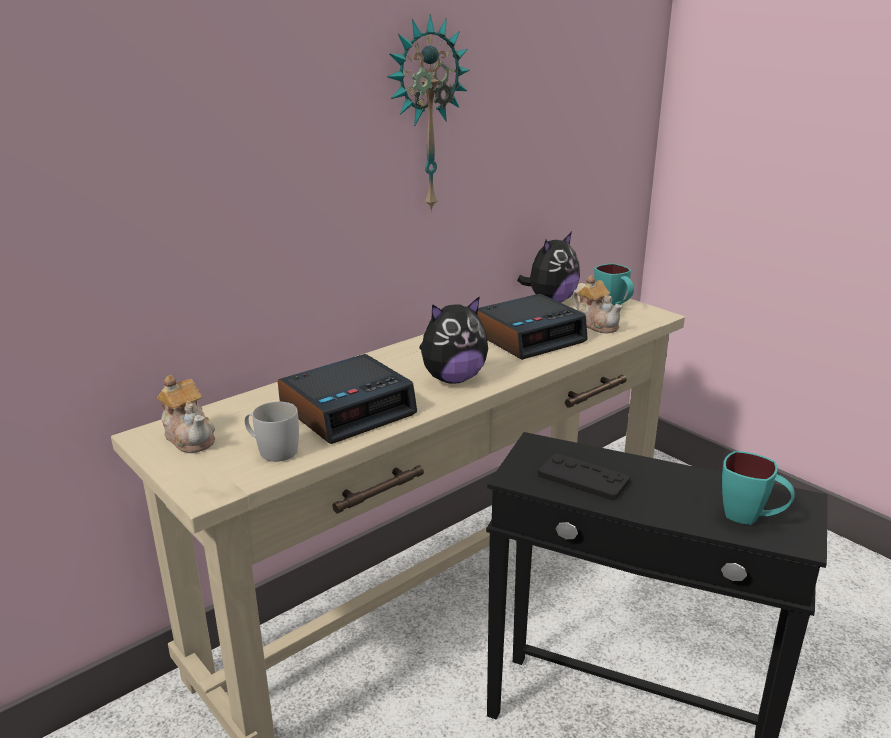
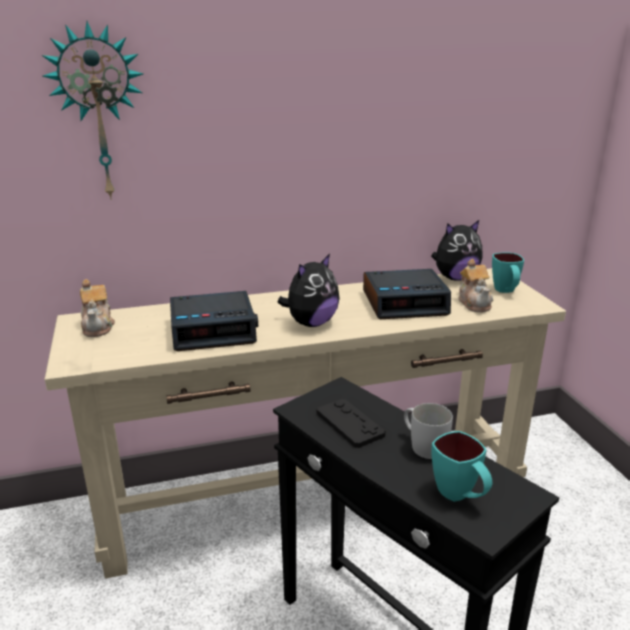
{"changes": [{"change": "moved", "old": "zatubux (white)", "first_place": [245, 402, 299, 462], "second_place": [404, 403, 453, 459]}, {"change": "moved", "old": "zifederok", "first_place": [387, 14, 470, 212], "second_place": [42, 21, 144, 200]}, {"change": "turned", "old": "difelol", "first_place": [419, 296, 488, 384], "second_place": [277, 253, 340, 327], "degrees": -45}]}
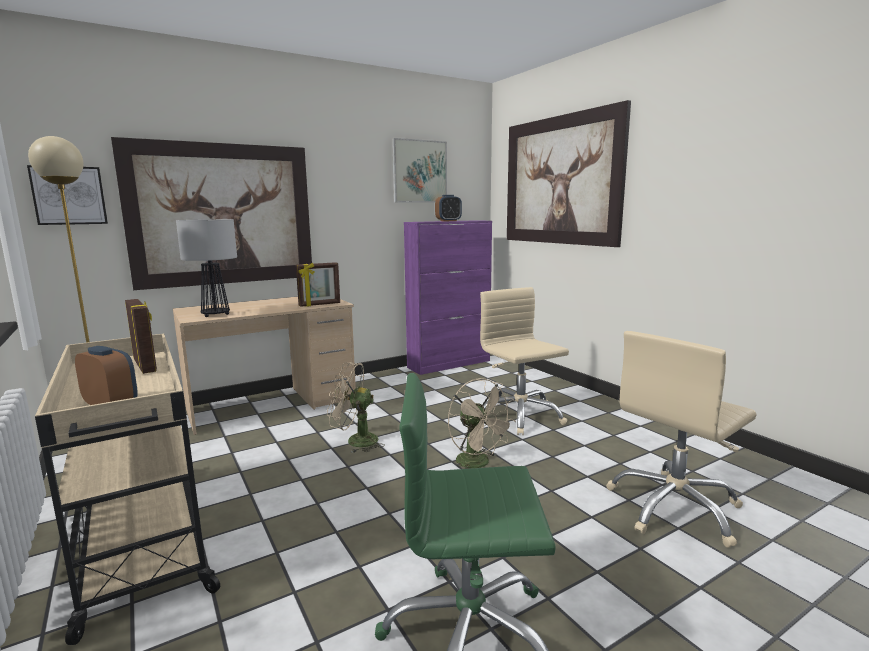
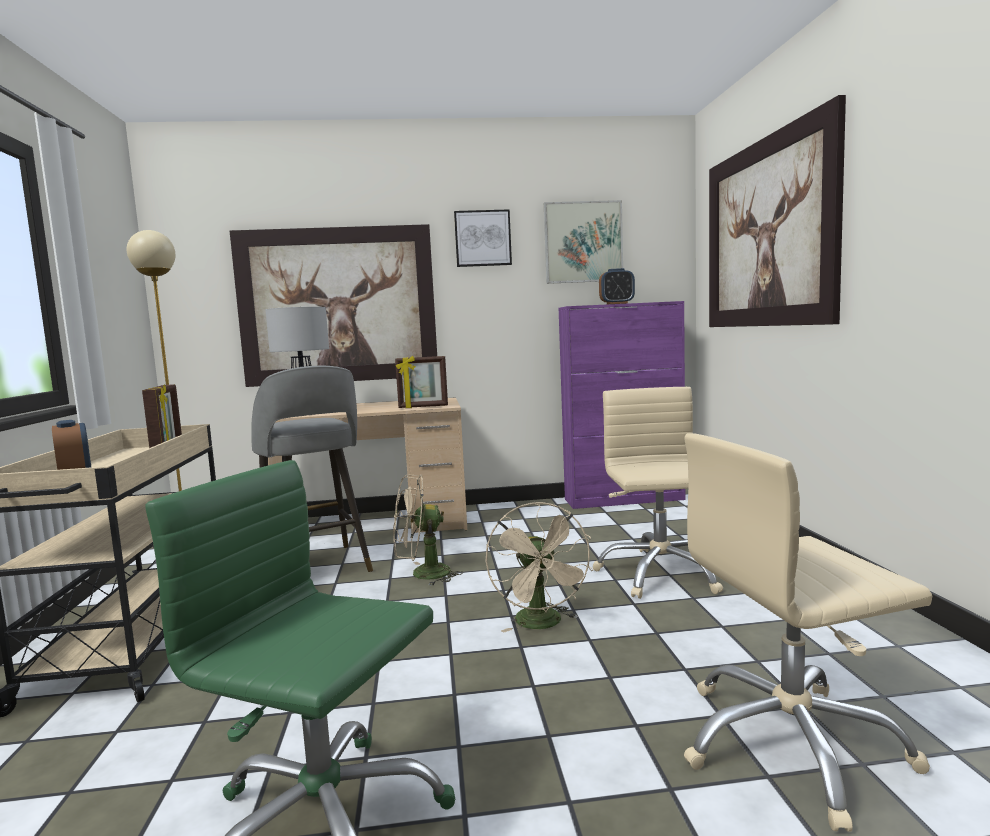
{"changes": [{"change": "moved", "old": "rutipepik", "first_place": [27, 165, 108, 225], "second_place": [454, 209, 512, 267]}, {"change": "turned", "old": "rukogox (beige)", "first_place": [327, 362, 385, 453], "second_place": [393, 474, 463, 586], "degrees": -45}, {"change": "added", "new": "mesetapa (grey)", "second_place": [251, 366, 373, 572]}]}
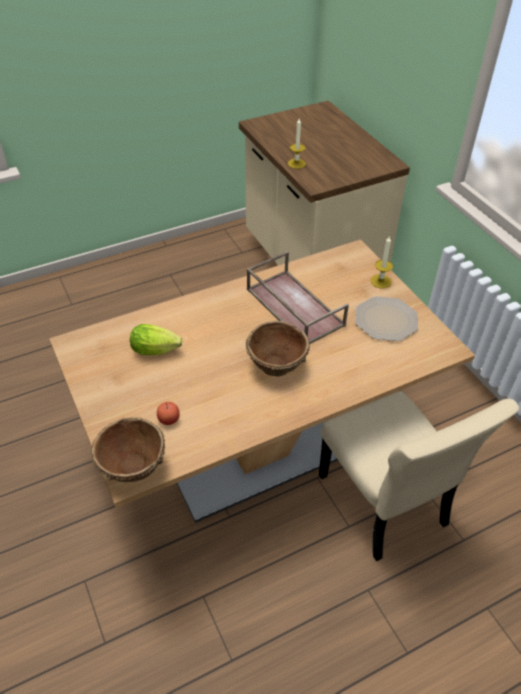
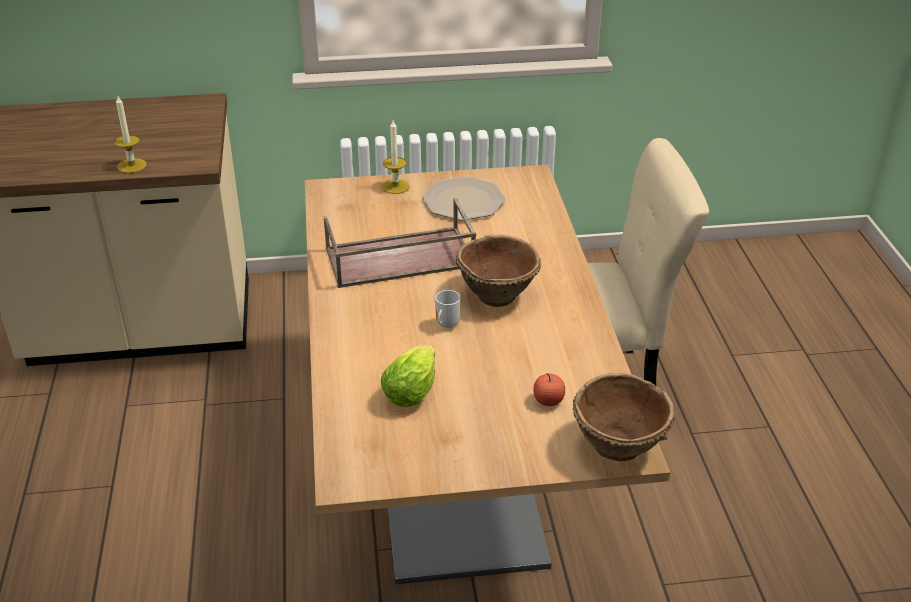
{"changes": [{"change": "added", "new": "zatubux", "second_place": [435, 290, 460, 328]}]}
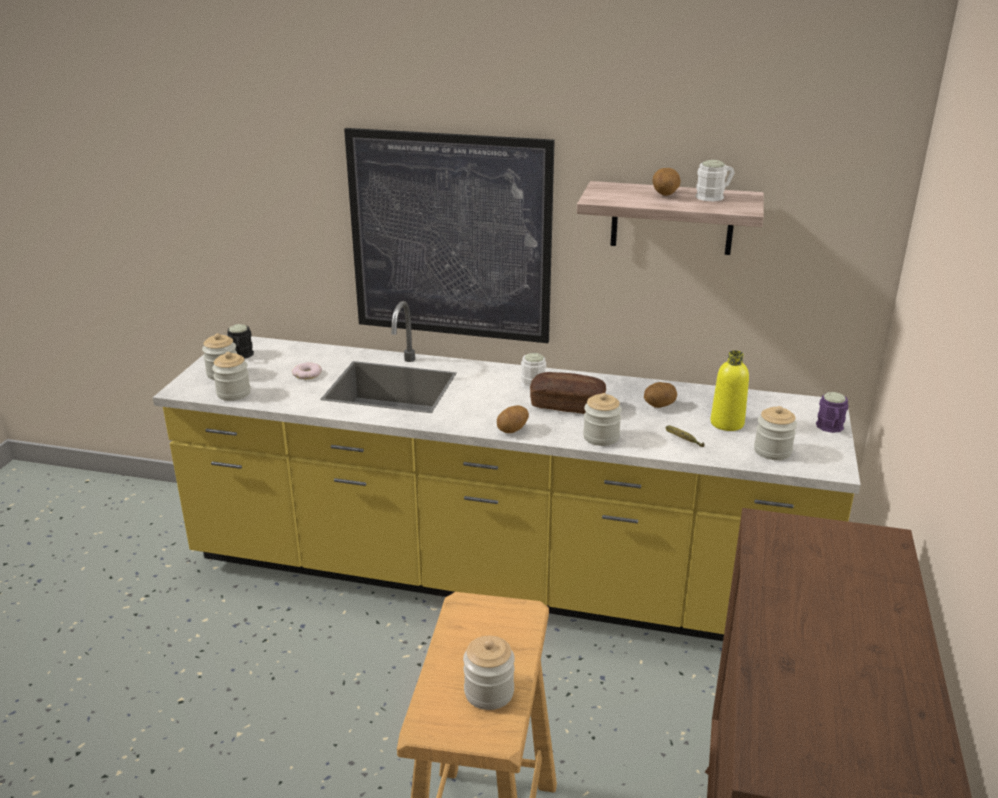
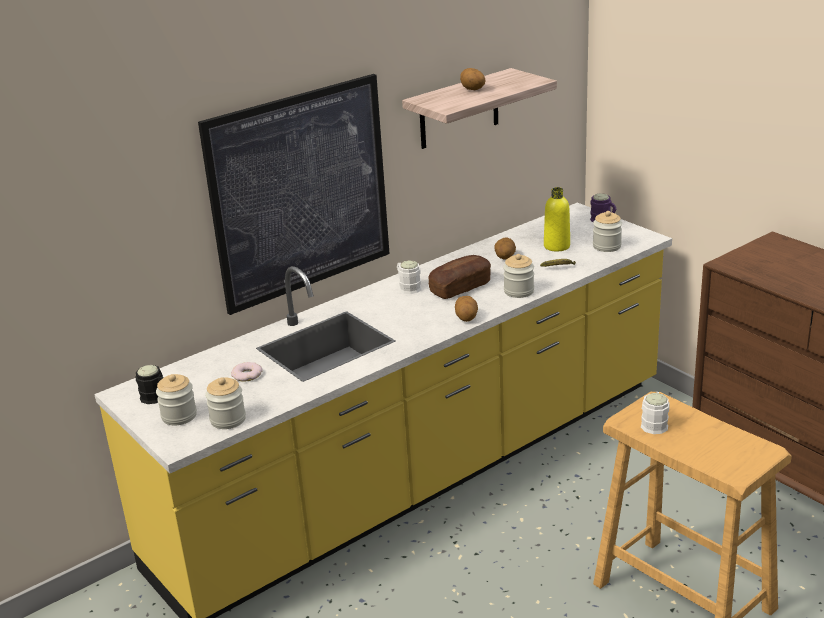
{"changes": [{"change": "removed", "old": "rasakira", "first_place": [463, 636, 515, 710]}, {"change": "moved", "old": "zatubux (white)", "first_place": [695, 160, 735, 201], "second_place": [641, 392, 670, 434]}]}
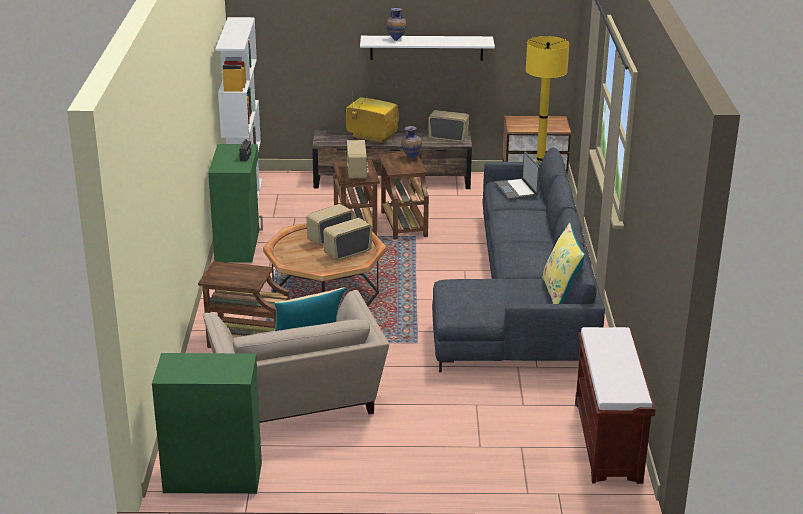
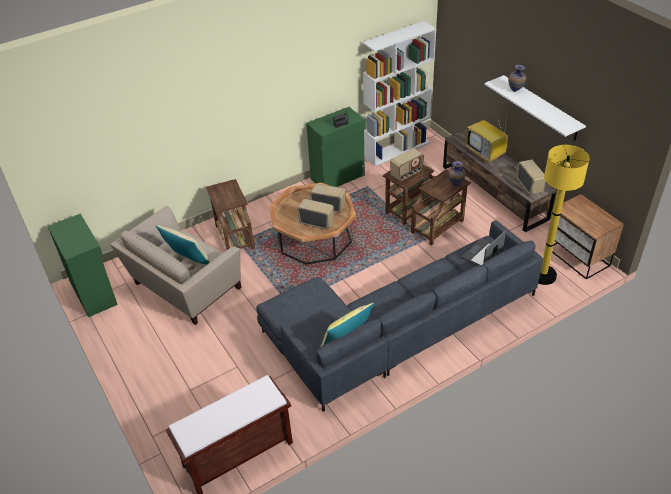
{"changes": [{"change": "turned", "old": "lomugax", "first_place": [346, 95, 399, 144], "second_place": [465, 120, 508, 163], "degrees": 150}]}
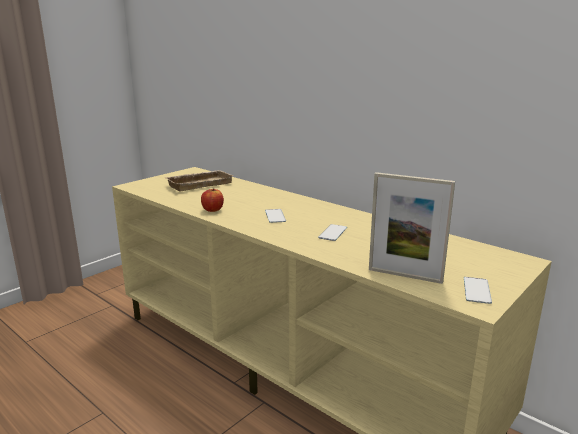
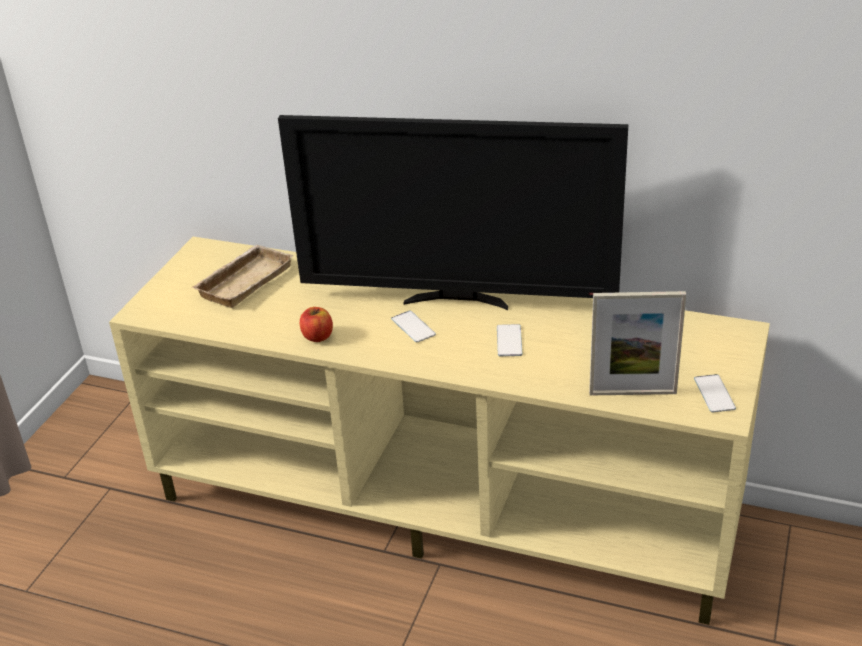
{"changes": [{"change": "added", "new": "lomugax", "second_place": [278, 115, 628, 310]}]}
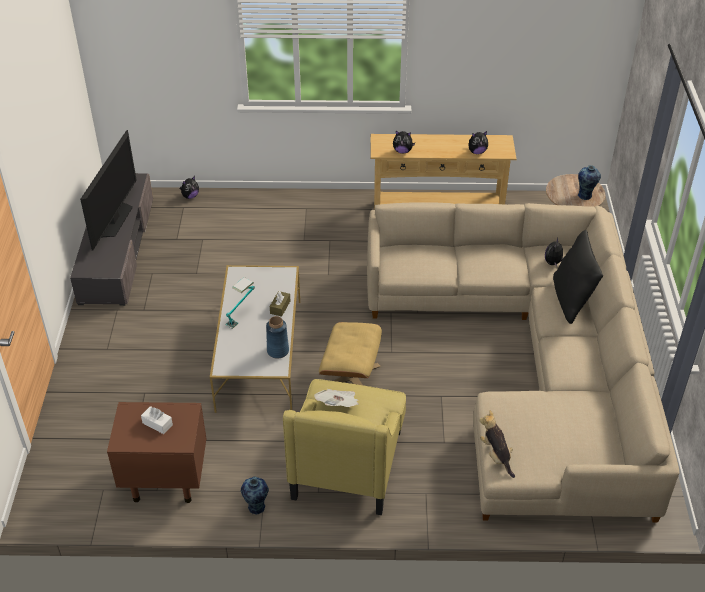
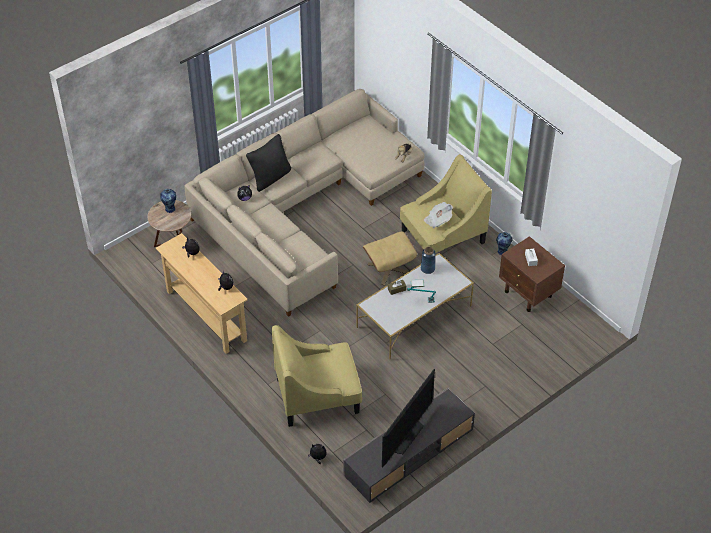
{"changes": [{"change": "turned", "old": "lomugax", "first_place": [80, 130, 137, 251], "second_place": [382, 369, 435, 468], "degrees": 150}, {"change": "added", "new": "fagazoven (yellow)", "second_place": [272, 325, 362, 427]}]}
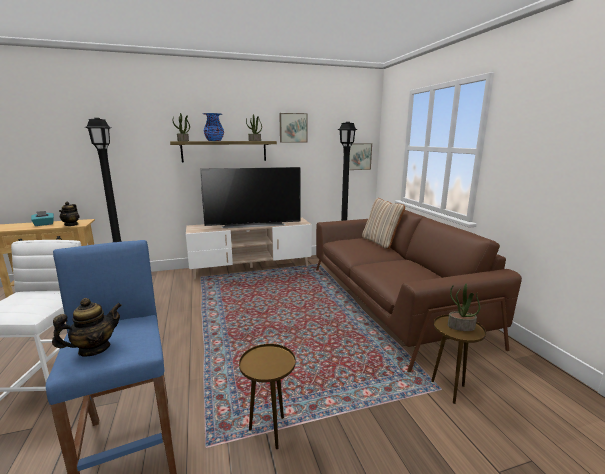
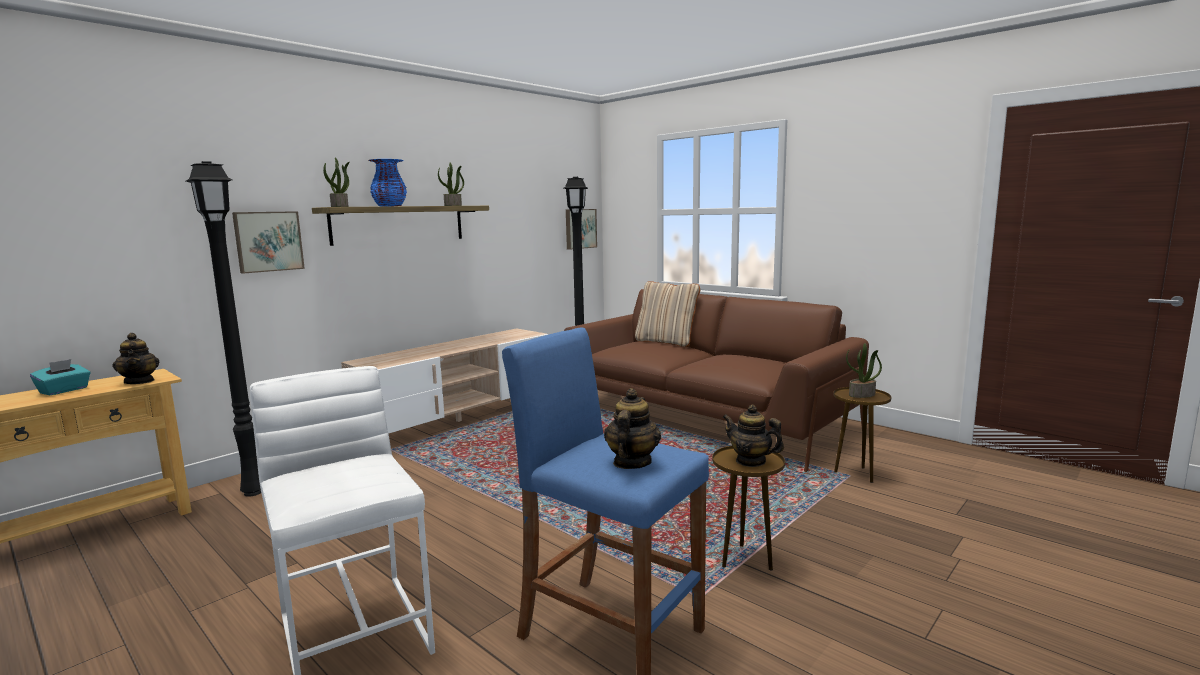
{"changes": [{"change": "removed", "old": "lomugax", "first_place": [200, 167, 301, 228]}, {"change": "moved", "old": "rutipepik", "first_place": [279, 113, 308, 143], "second_place": [232, 211, 305, 274]}, {"change": "added", "new": "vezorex", "second_place": [723, 405, 784, 467]}]}
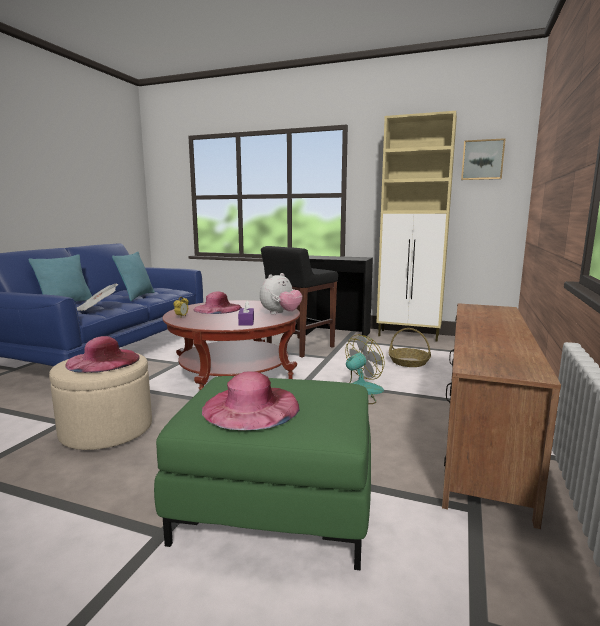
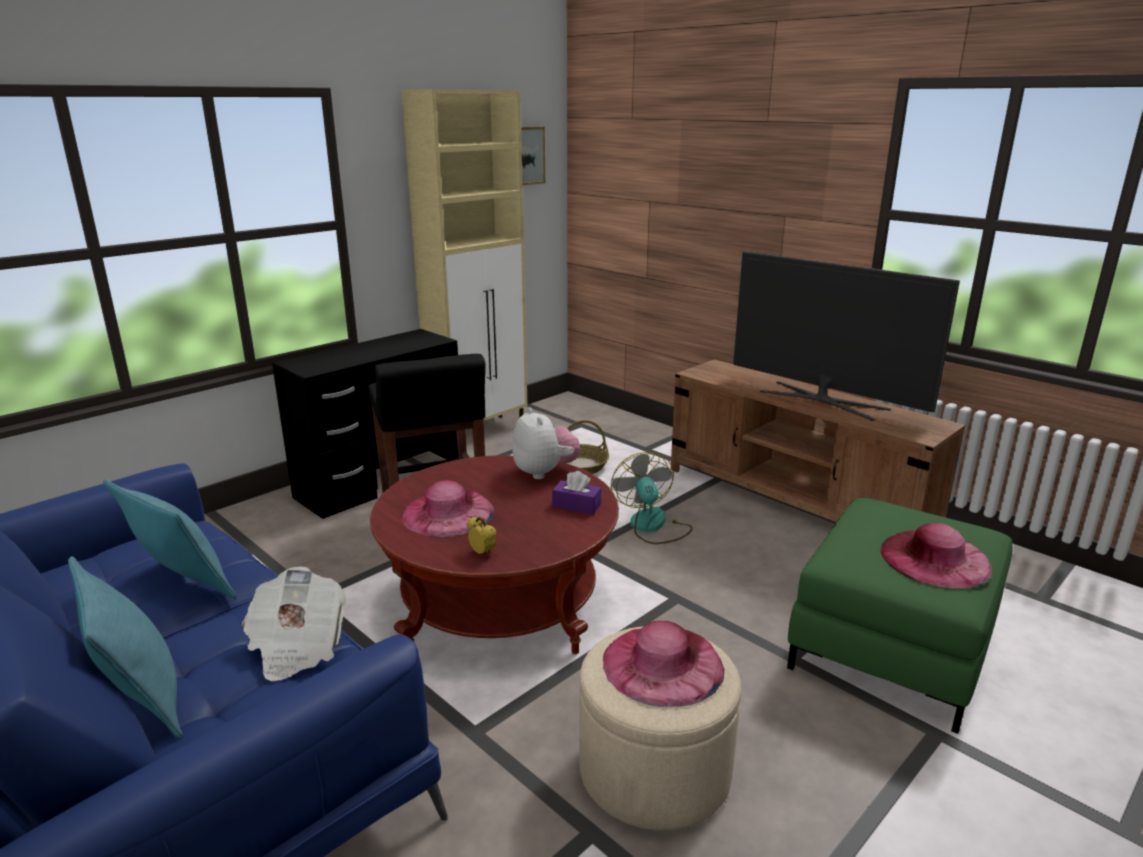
{"changes": [{"change": "added", "new": "lomugax", "second_place": [733, 251, 960, 421]}]}
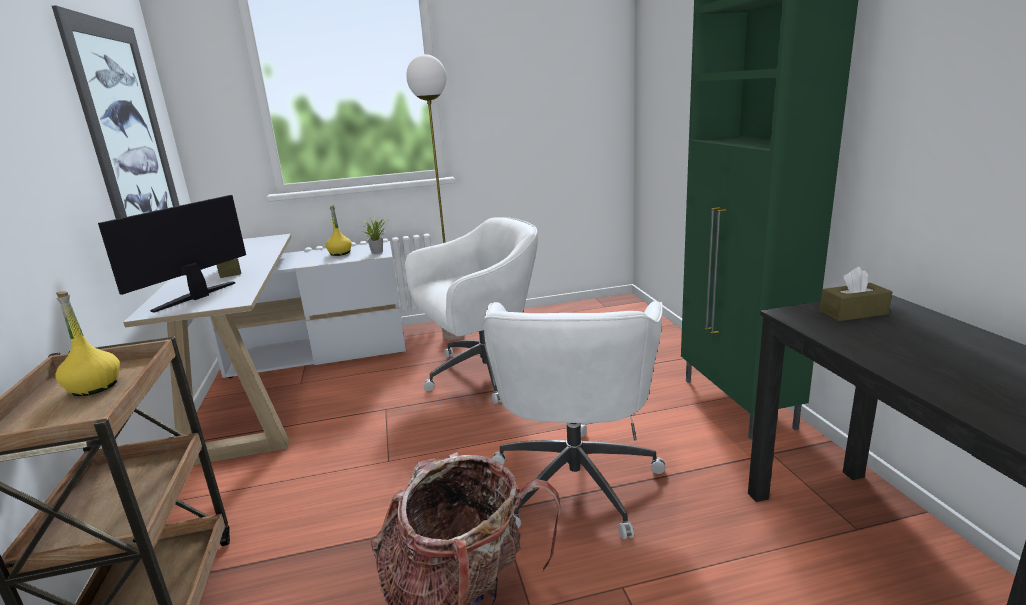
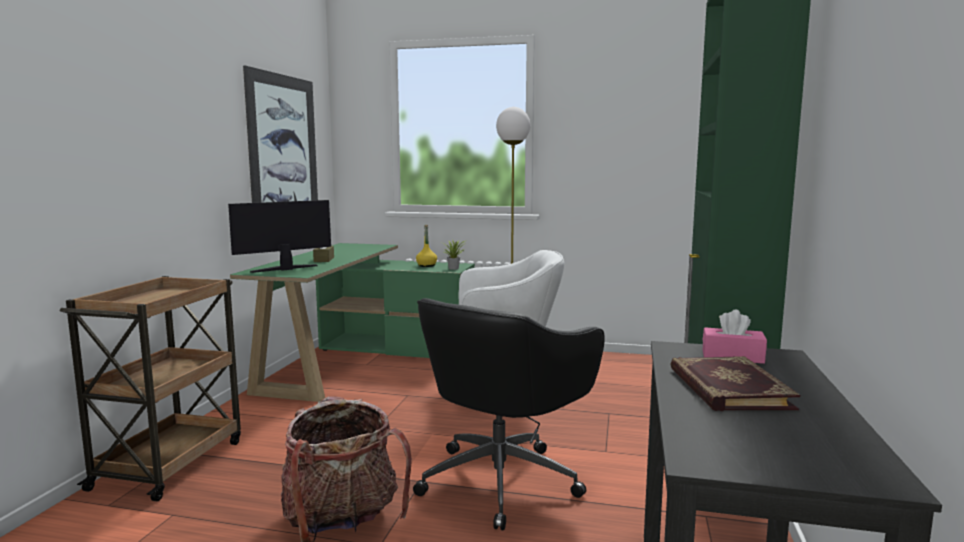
{"changes": [{"change": "removed", "old": "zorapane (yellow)", "first_place": [55, 291, 120, 396]}, {"change": "recoloured", "old": "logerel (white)", "new": "logerel (green)", "first_place": [123, 234, 406, 465], "second_place": [230, 243, 475, 402]}, {"change": "recoloured", "old": "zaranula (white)", "new": "zaranula (black)", "first_place": [483, 301, 665, 540], "second_place": [413, 298, 605, 530]}, {"change": "recoloured", "old": "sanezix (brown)", "new": "sanezix (pink)", "first_place": [820, 267, 892, 321], "second_place": [703, 309, 767, 364]}, {"change": "added", "new": "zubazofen", "second_place": [670, 356, 800, 411]}]}
